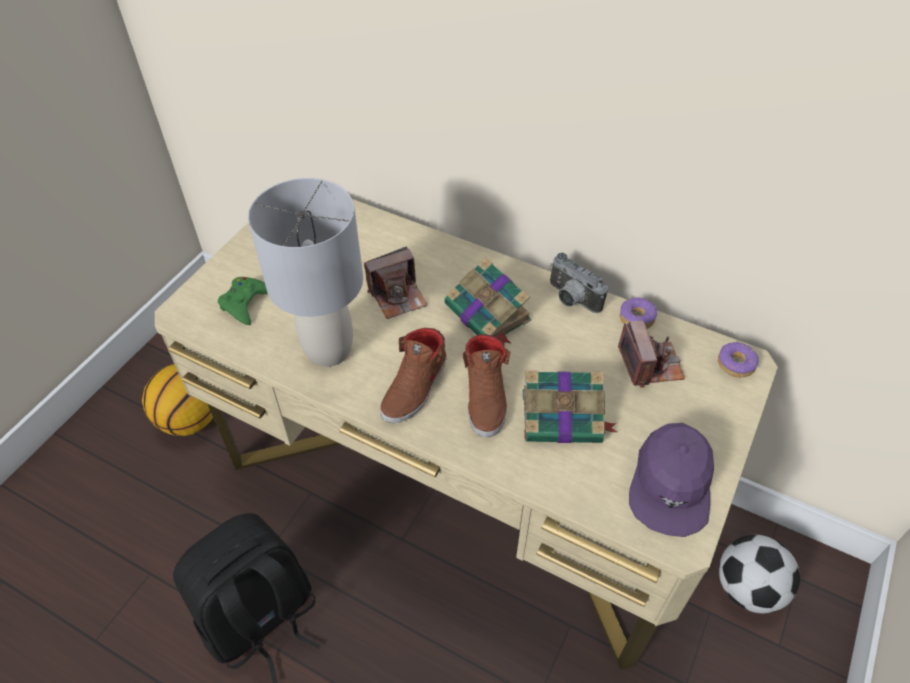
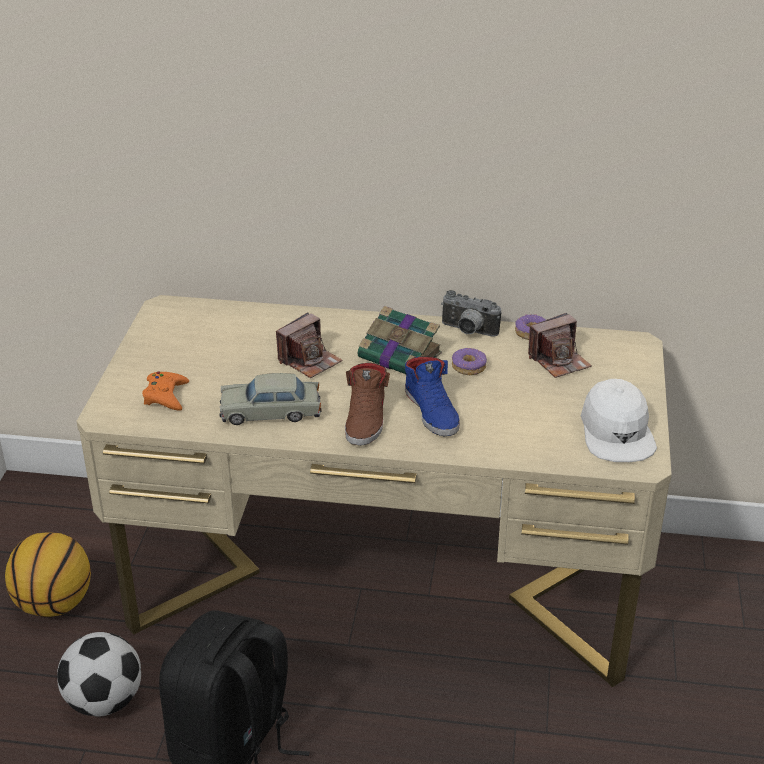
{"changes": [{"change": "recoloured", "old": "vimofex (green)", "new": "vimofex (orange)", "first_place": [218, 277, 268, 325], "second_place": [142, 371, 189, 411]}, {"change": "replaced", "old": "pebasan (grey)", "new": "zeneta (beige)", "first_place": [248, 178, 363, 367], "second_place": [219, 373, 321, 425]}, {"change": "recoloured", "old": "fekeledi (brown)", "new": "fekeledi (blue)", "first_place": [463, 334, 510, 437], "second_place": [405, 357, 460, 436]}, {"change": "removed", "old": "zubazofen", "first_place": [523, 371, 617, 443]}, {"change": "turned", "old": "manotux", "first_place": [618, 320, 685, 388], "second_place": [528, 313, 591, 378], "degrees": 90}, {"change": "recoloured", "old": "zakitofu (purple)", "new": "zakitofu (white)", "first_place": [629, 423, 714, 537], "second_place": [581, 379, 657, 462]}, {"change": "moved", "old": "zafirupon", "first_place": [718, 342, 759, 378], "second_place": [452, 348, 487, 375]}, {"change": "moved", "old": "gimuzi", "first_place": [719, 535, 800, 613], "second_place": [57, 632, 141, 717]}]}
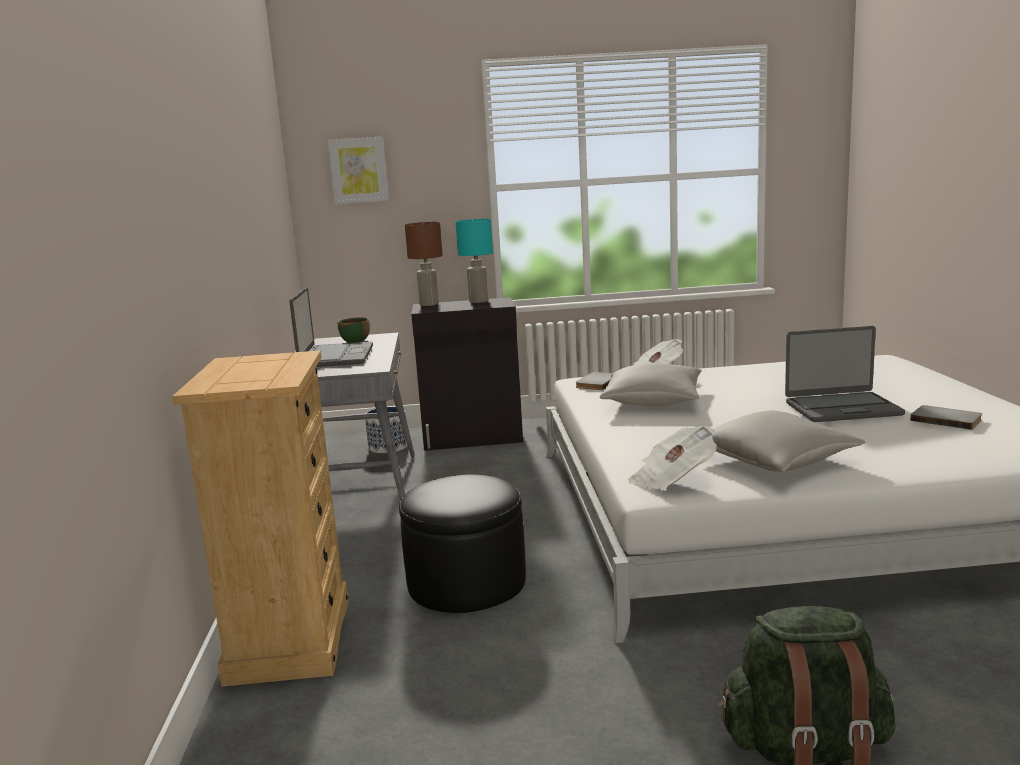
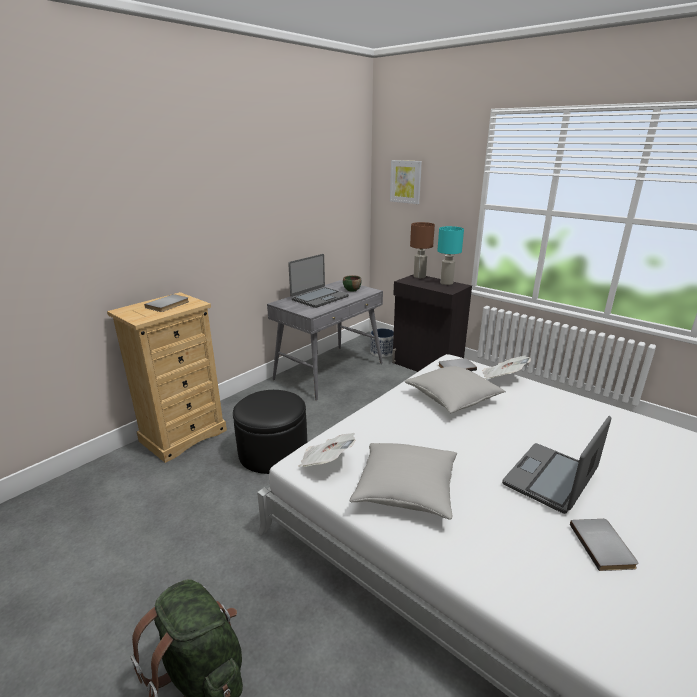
{"changes": [{"change": "turned", "old": "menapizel", "first_place": [785, 326, 905, 422], "second_place": [502, 416, 611, 514], "degrees": 90}, {"change": "added", "new": "zubazofen (grey)", "second_place": [144, 294, 189, 312]}]}
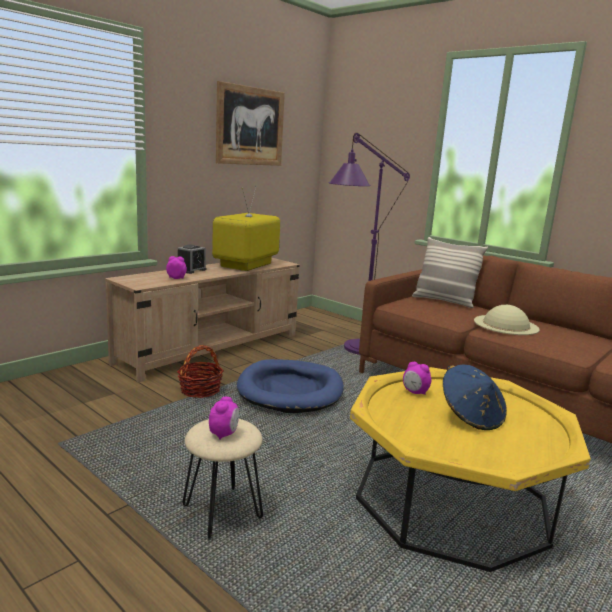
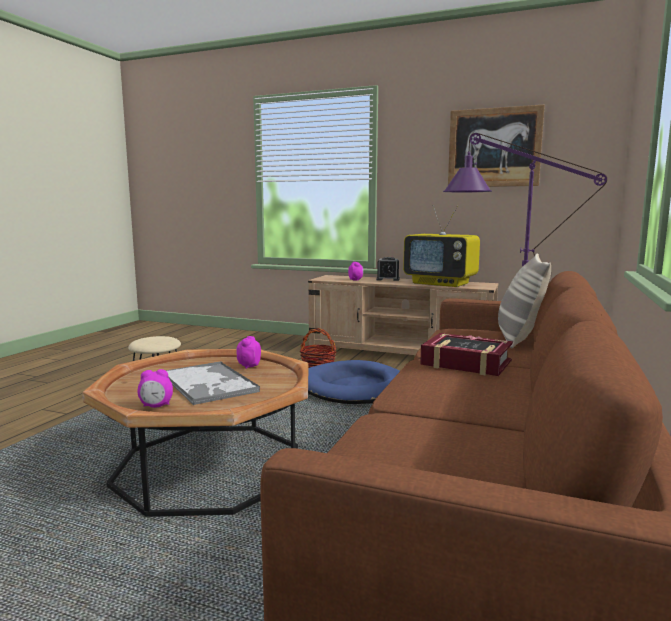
{"changes": [{"change": "moved", "old": "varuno", "first_place": [209, 397, 239, 440], "second_place": [138, 369, 173, 408]}, {"change": "turned", "old": "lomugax", "first_place": [212, 186, 280, 271], "second_place": [403, 205, 480, 287], "degrees": -150}, {"change": "recoloured", "old": "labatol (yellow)", "new": "labatol (brown)", "first_place": [350, 367, 591, 572], "second_place": [82, 349, 309, 517]}, {"change": "replaced", "old": "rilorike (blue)", "new": "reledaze", "first_place": [443, 365, 507, 430], "second_place": [166, 361, 260, 405]}, {"change": "replaced", "old": "rilorike (beige)", "new": "zubazofen", "first_place": [474, 305, 540, 335], "second_place": [420, 333, 513, 376]}]}
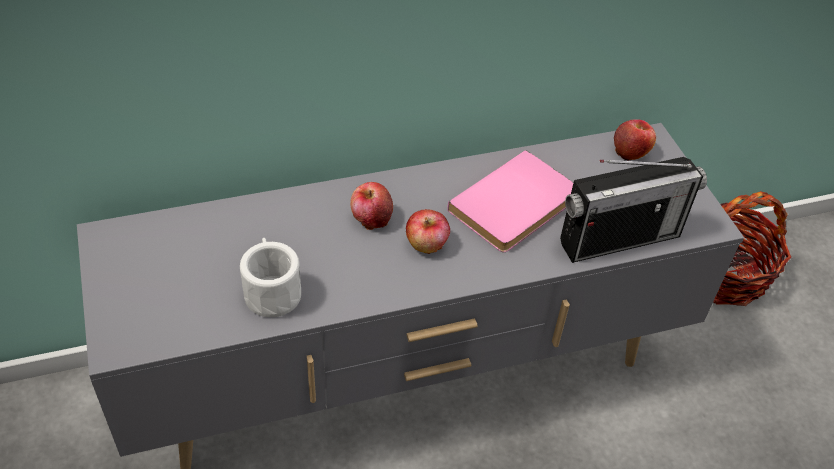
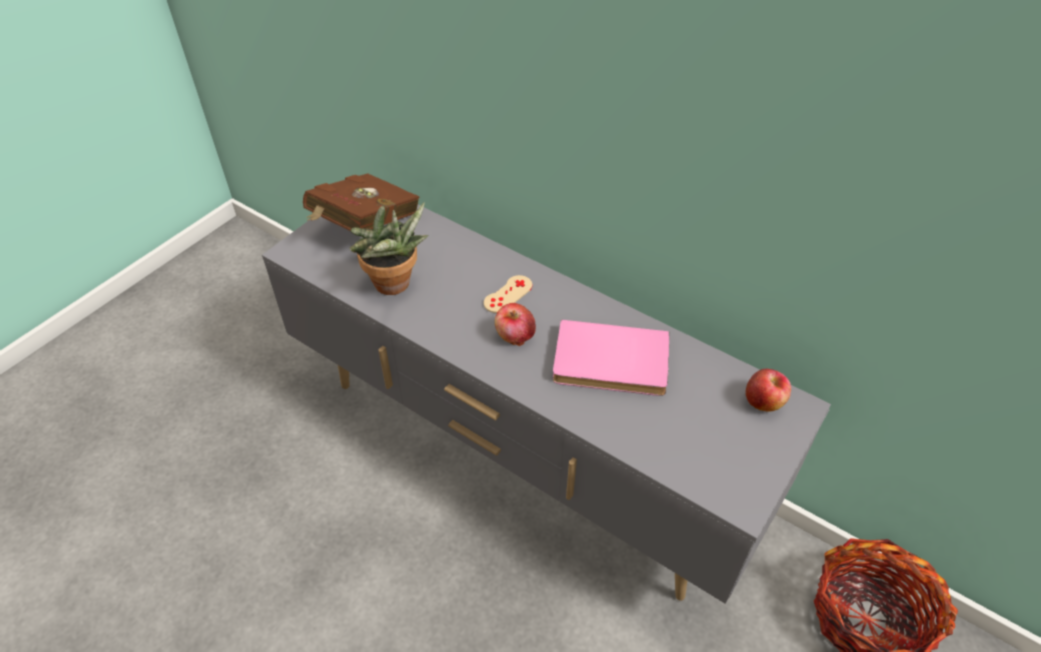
{"changes": [{"change": "replaced", "old": "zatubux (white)", "new": "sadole", "first_place": [240, 238, 301, 317], "second_place": [349, 203, 429, 295]}, {"change": "replaced", "old": "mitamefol", "new": "vimofex (beige)", "first_place": [350, 182, 393, 230], "second_place": [484, 275, 532, 313]}, {"change": "removed", "old": "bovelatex", "first_place": [560, 157, 707, 263]}, {"change": "added", "new": "zubazofen (brown)", "second_place": [303, 173, 420, 231]}]}
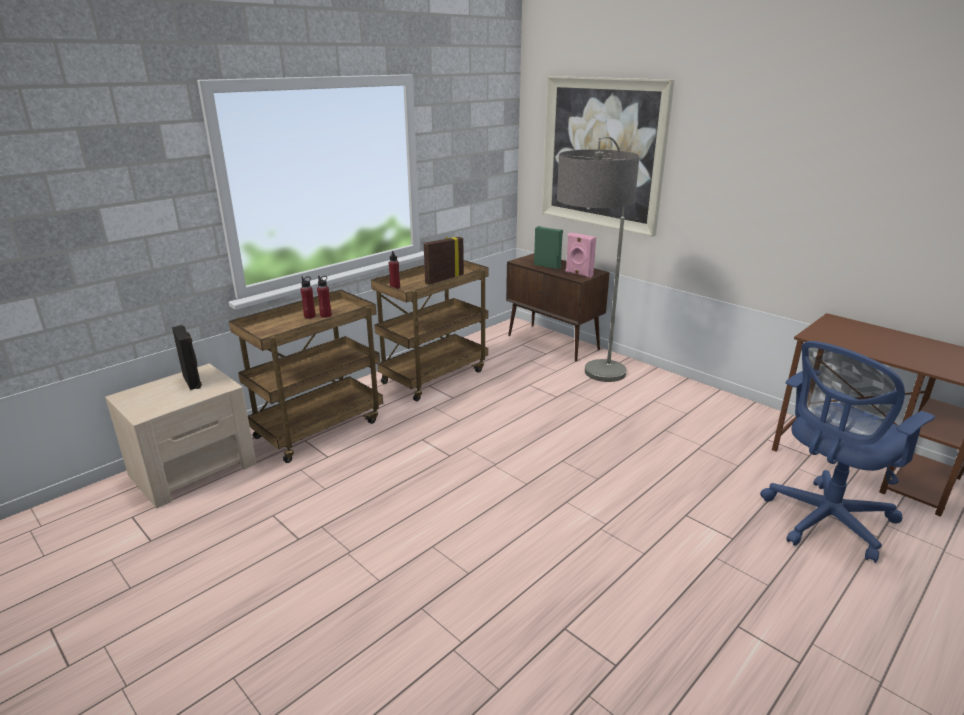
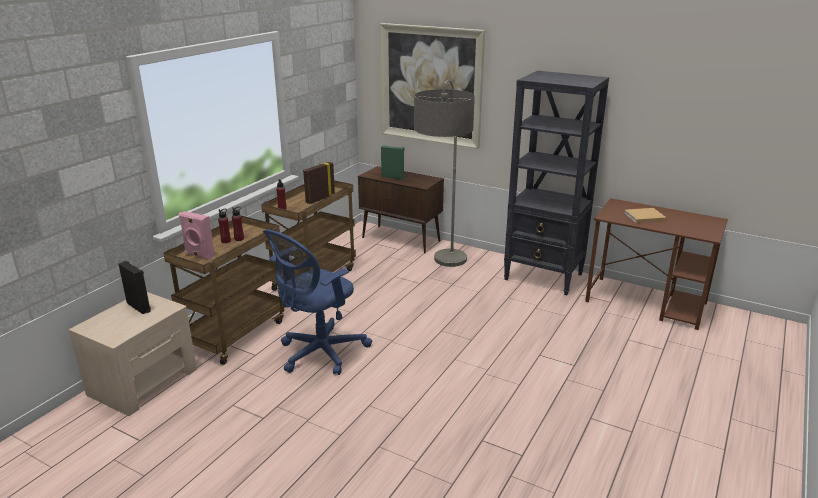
{"changes": [{"change": "moved", "old": "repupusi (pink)", "first_place": [566, 233, 596, 278], "second_place": [179, 211, 215, 259]}, {"change": "moved", "old": "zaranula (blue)", "first_place": [760, 341, 935, 563], "second_place": [263, 229, 372, 375]}, {"change": "added", "new": "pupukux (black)", "second_place": [504, 71, 609, 295]}, {"change": "added", "new": "zubazofen (beige)", "second_place": [624, 208, 666, 223]}]}
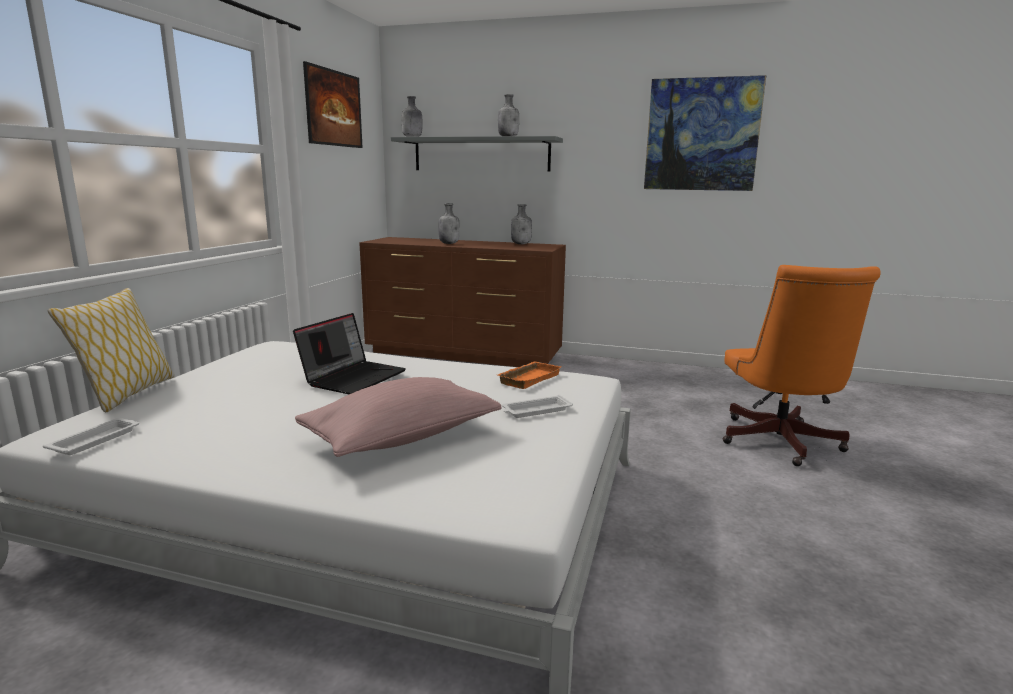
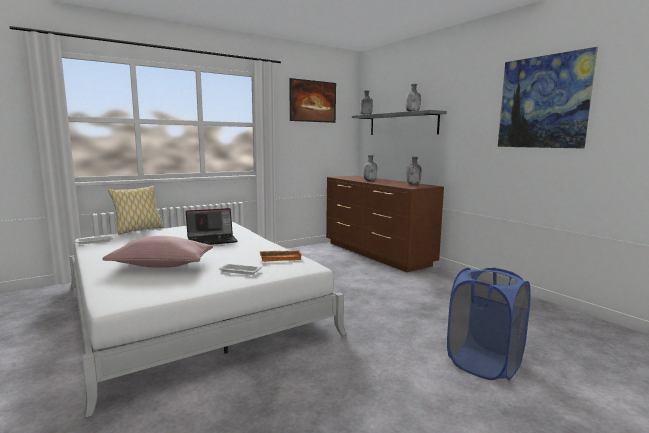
{"changes": [{"change": "replaced", "old": "zaranula (orange)", "new": "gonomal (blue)", "first_place": [723, 265, 880, 466], "second_place": [447, 267, 531, 380]}]}
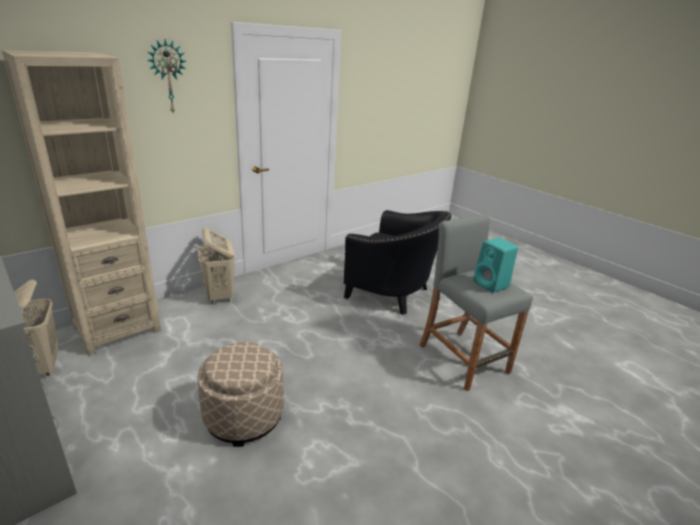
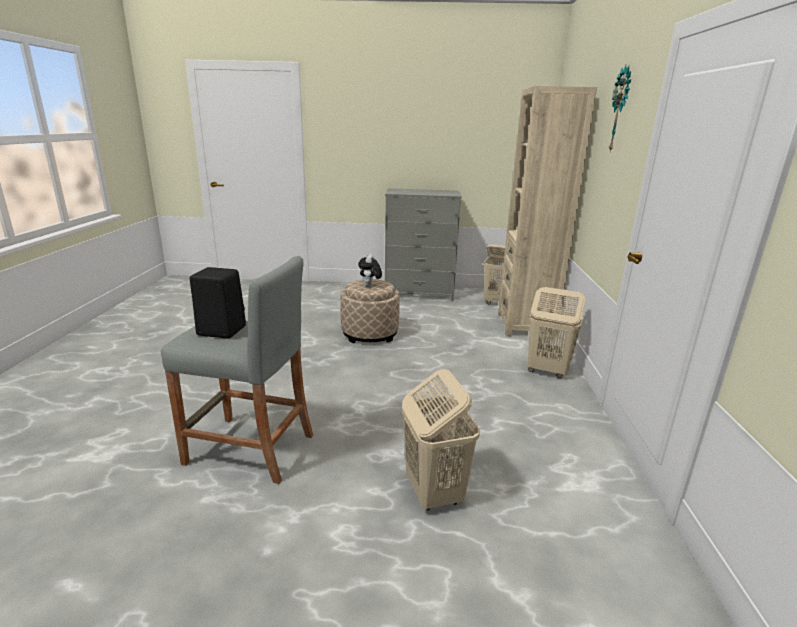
{"changes": [{"change": "replaced", "old": "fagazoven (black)", "new": "gonomal (beige)", "first_place": [343, 210, 451, 315], "second_place": [402, 369, 480, 510]}, {"change": "recoloured", "old": "repupusi (turquoise)", "new": "repupusi (black)", "first_place": [473, 238, 518, 293], "second_place": [190, 267, 246, 338]}, {"change": "added", "new": "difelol", "second_place": [358, 253, 382, 287]}]}
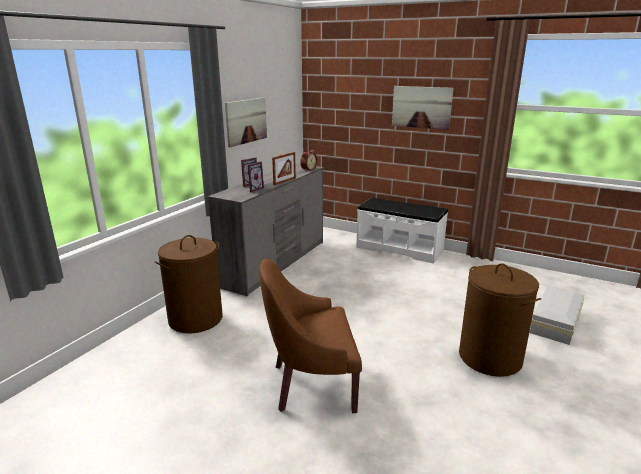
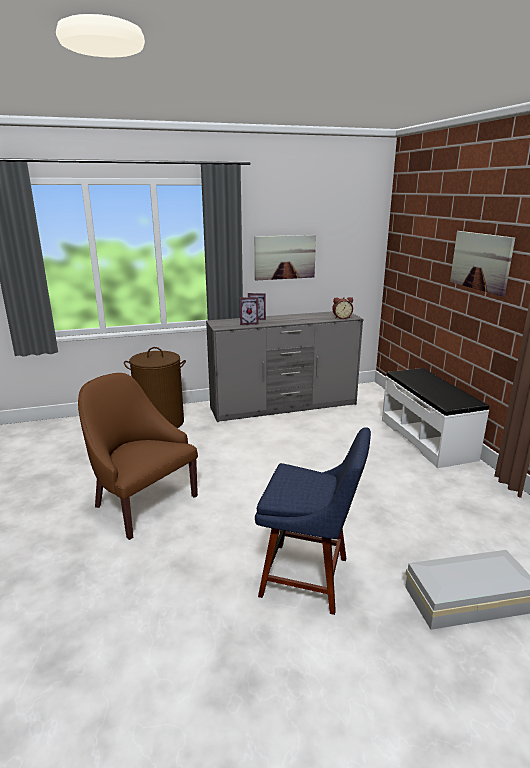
{"changes": [{"change": "removed", "old": "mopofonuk", "first_place": [272, 152, 296, 185]}, {"change": "replaced", "old": "gonomal (brown)", "new": "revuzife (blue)", "first_place": [459, 263, 541, 377], "second_place": [255, 427, 371, 615]}]}
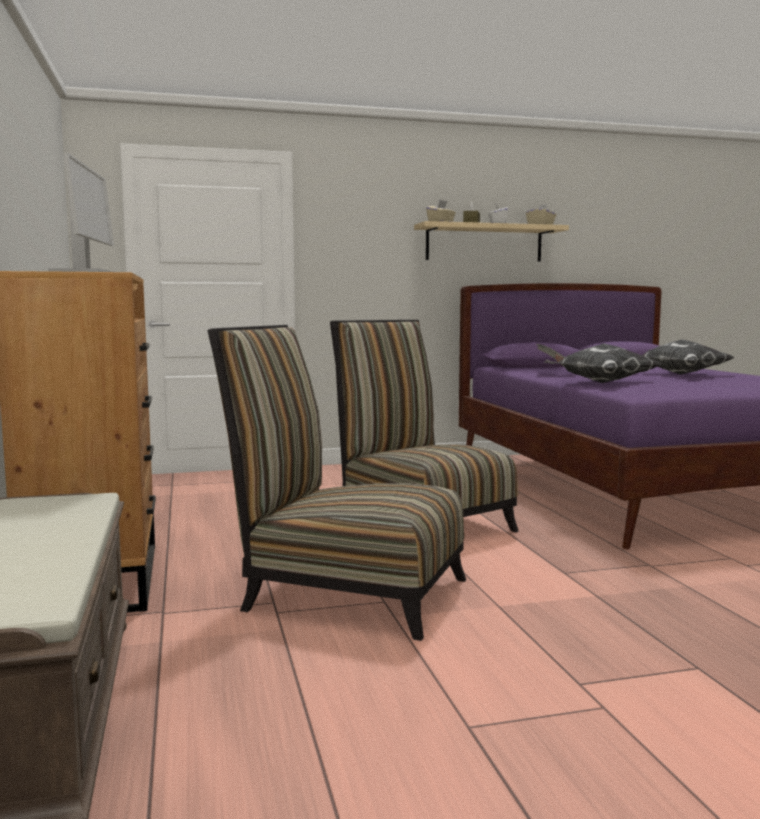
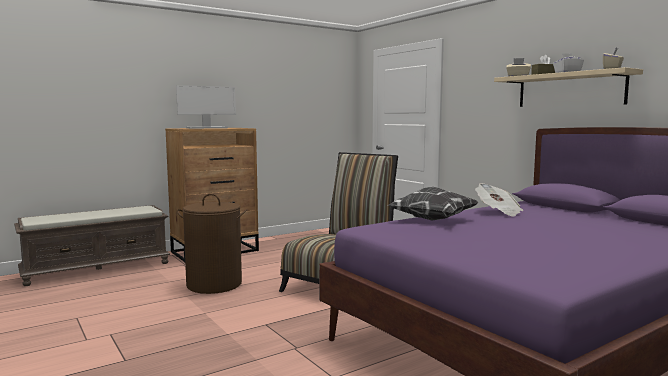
{"changes": [{"change": "replaced", "old": "revuzife", "new": "gonomal (brown)", "first_place": [207, 325, 466, 641], "second_place": [177, 194, 247, 294]}, {"change": "removed", "old": "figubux", "first_place": [642, 339, 734, 375]}]}
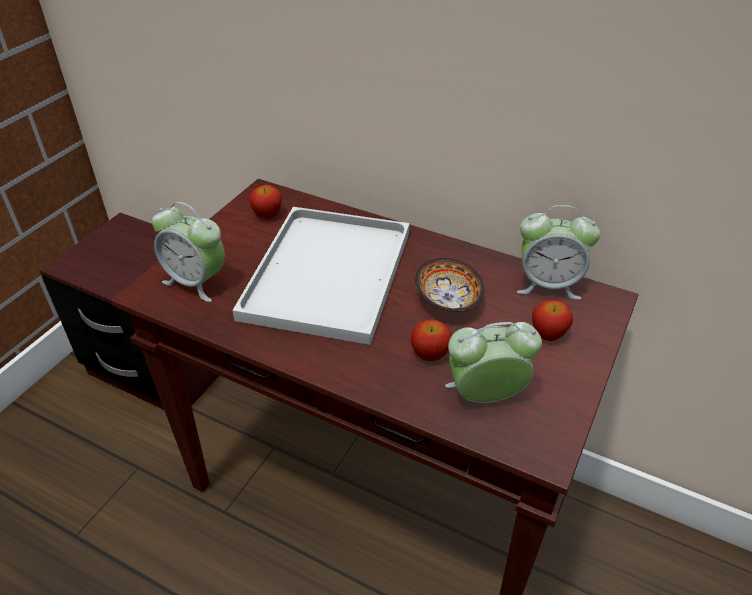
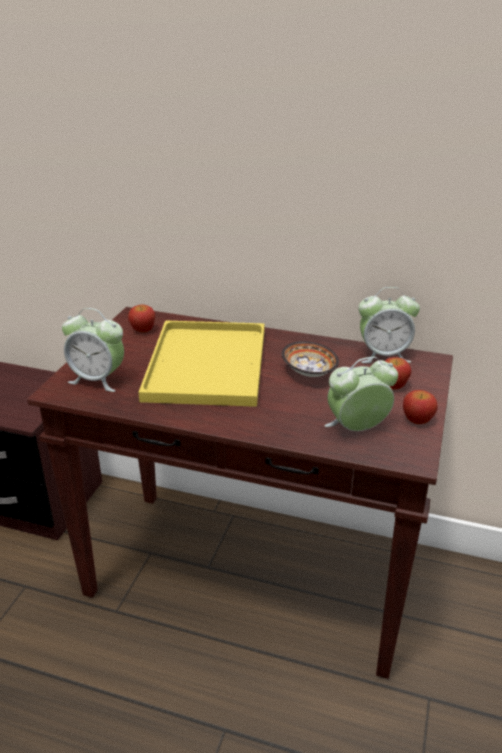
{"changes": [{"change": "recoloured", "old": "reledaze (white)", "new": "reledaze (yellow)", "first_place": [232, 207, 410, 345], "second_place": [138, 320, 265, 407]}, {"change": "moved", "old": "mitamefol", "first_place": [411, 319, 452, 361], "second_place": [403, 390, 438, 424]}]}
